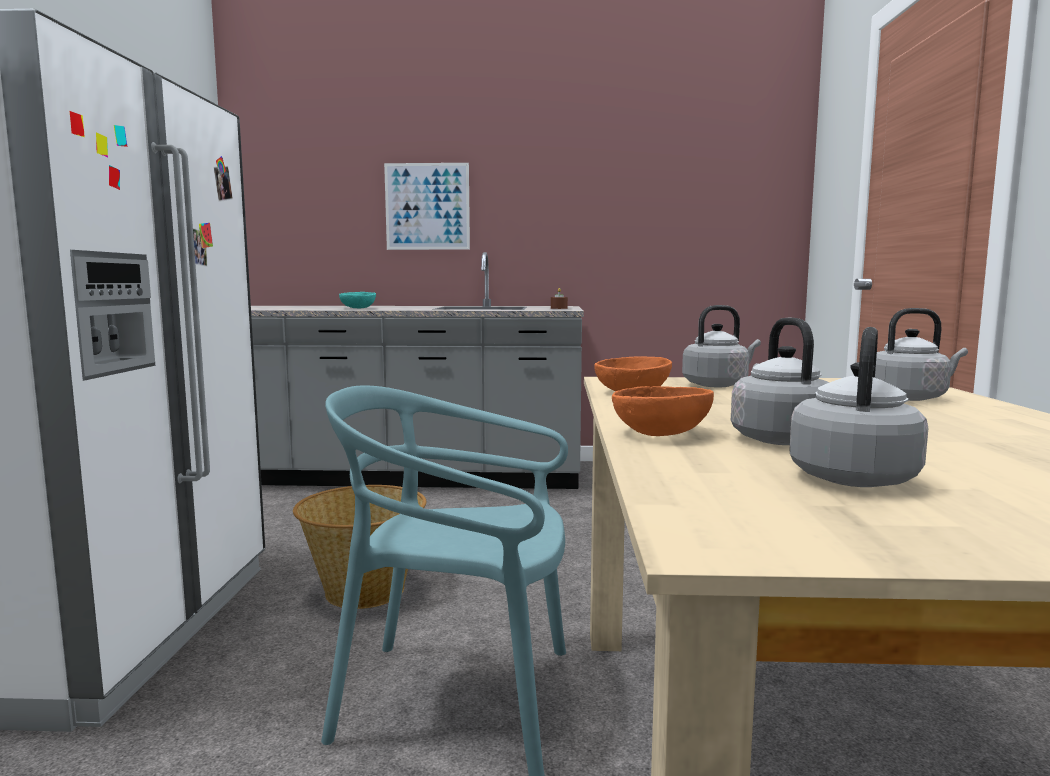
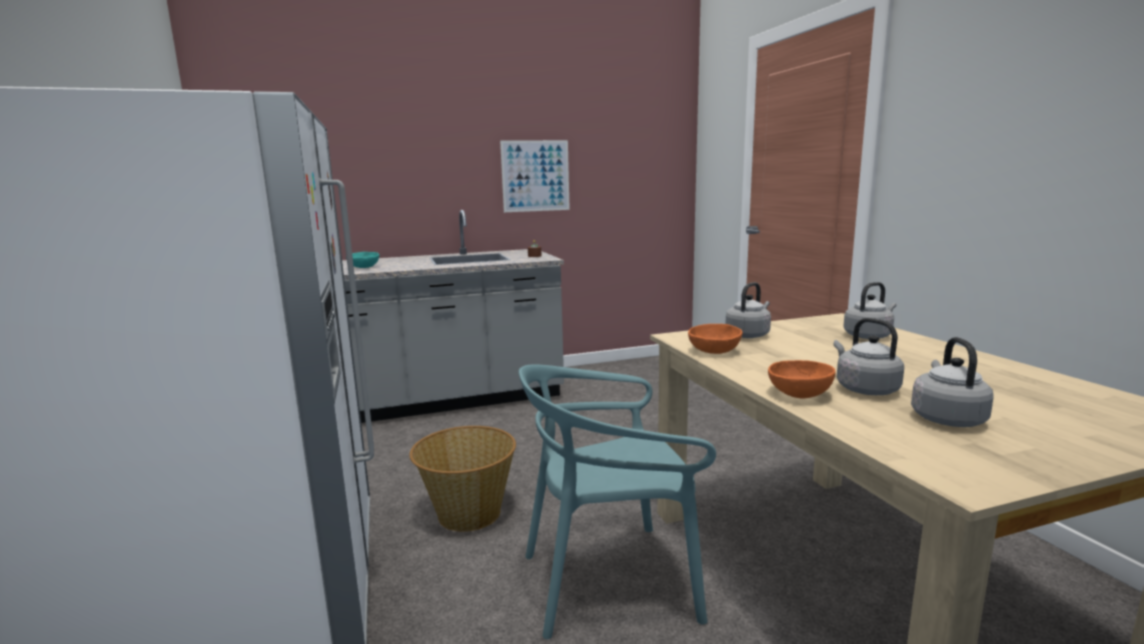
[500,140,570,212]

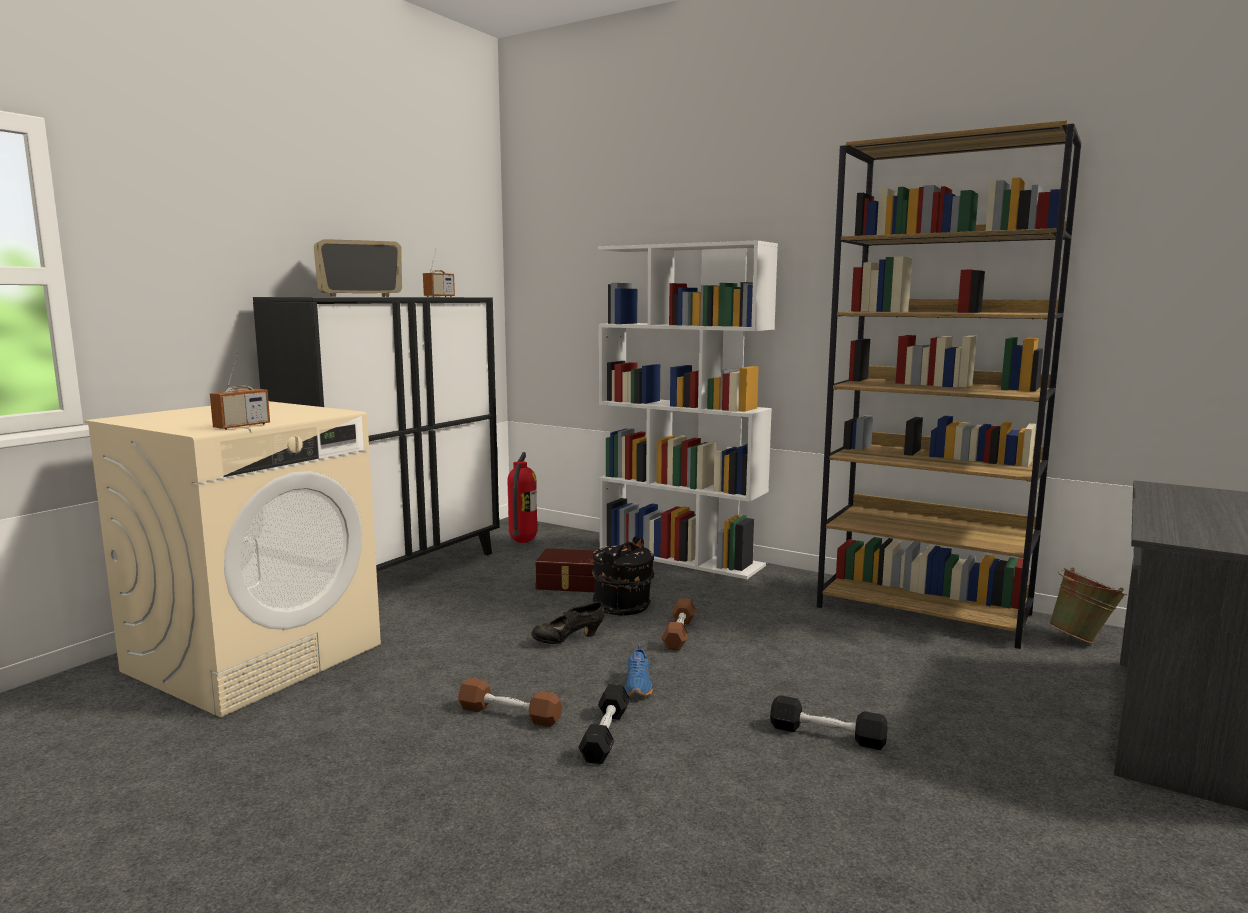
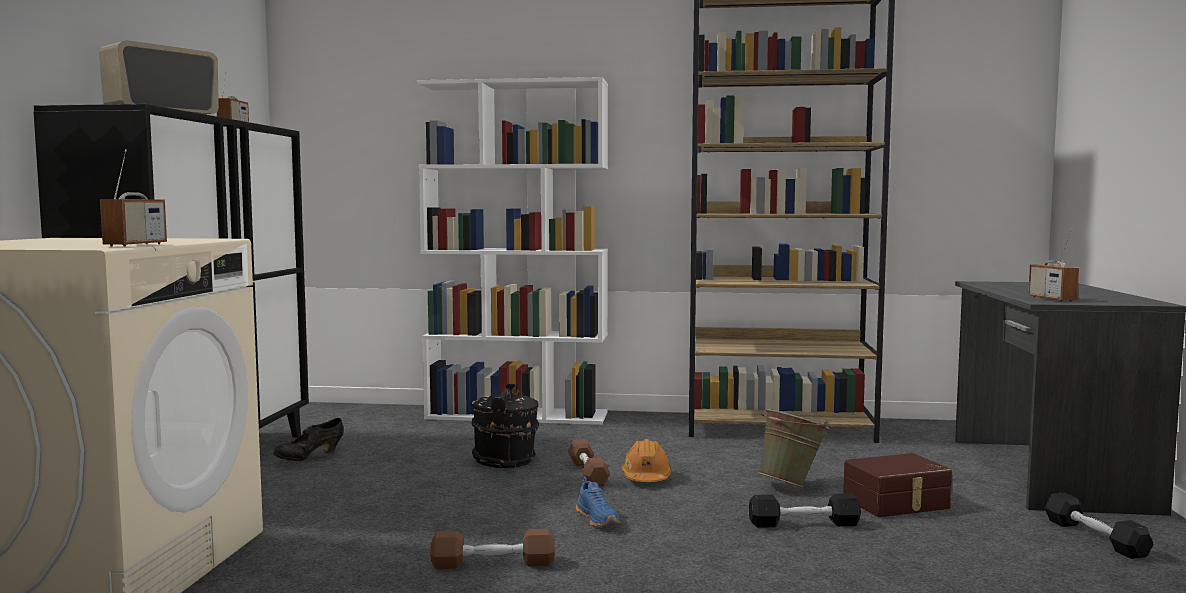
[507,452,537,543] (first image)
[273,418,344,461]
[843,453,952,517]
[1044,493,1153,559]
[758,409,829,487]
[621,439,672,482]
[1028,229,1079,302]

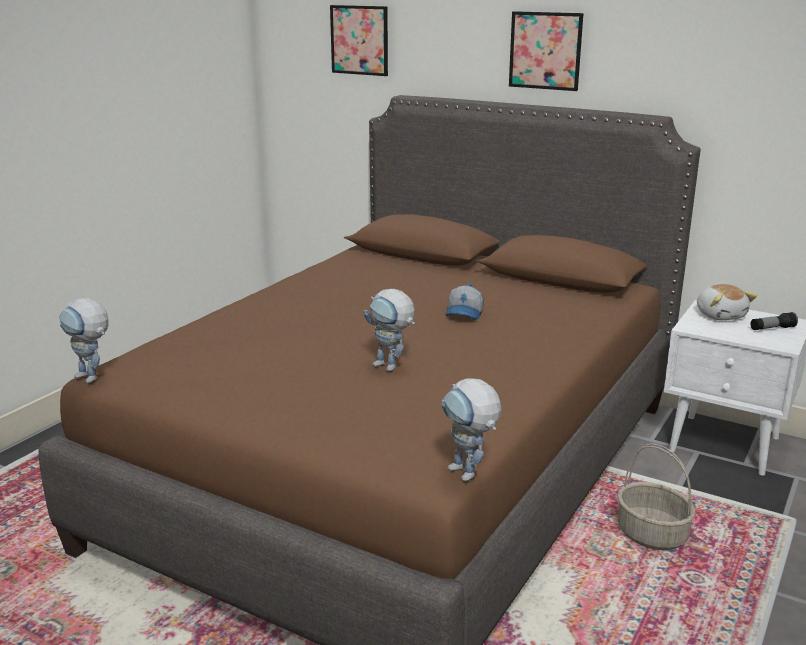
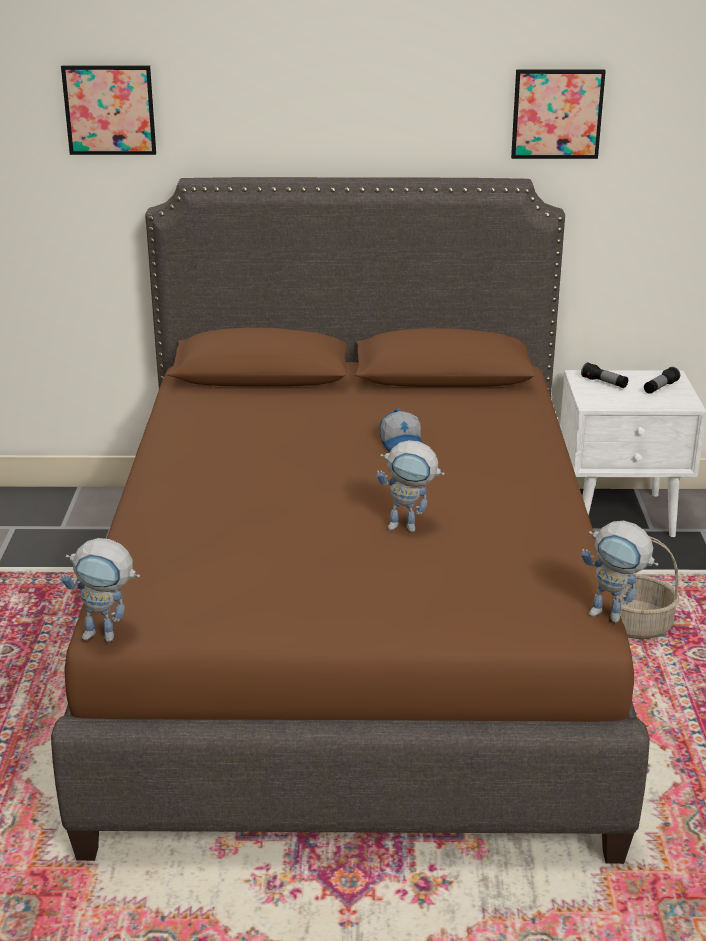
[511,69,606,159]
[581,362,628,388]

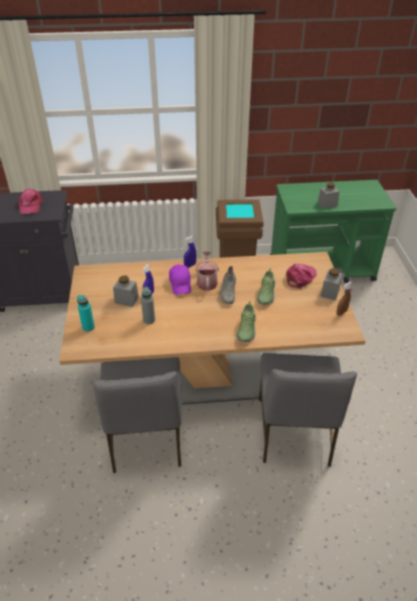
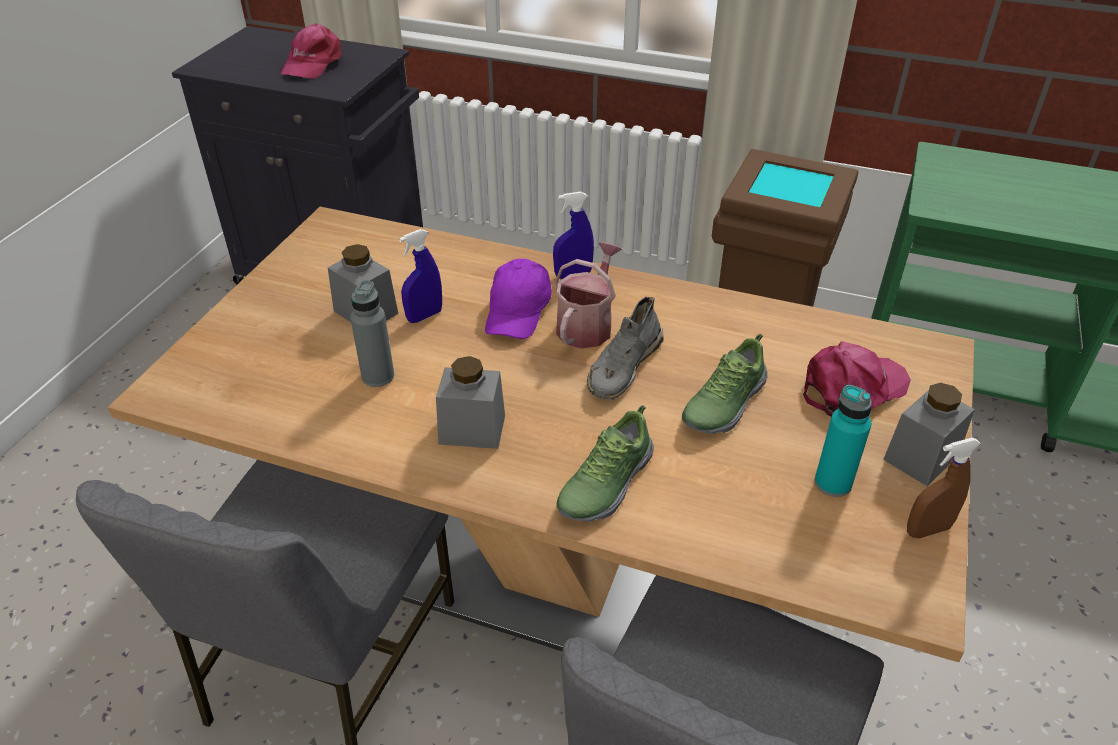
[815,385,872,497]
[436,356,505,449]

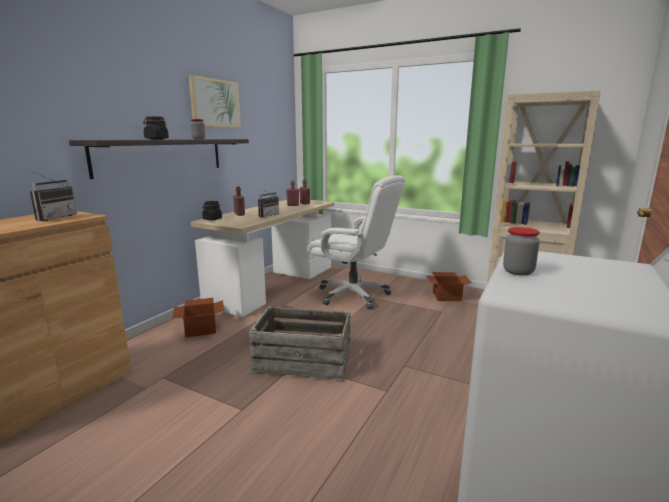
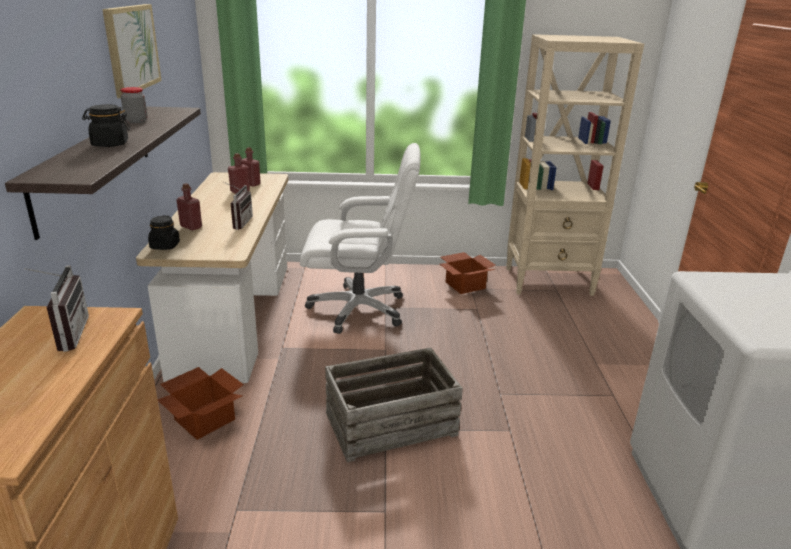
[503,227,540,276] (first image)

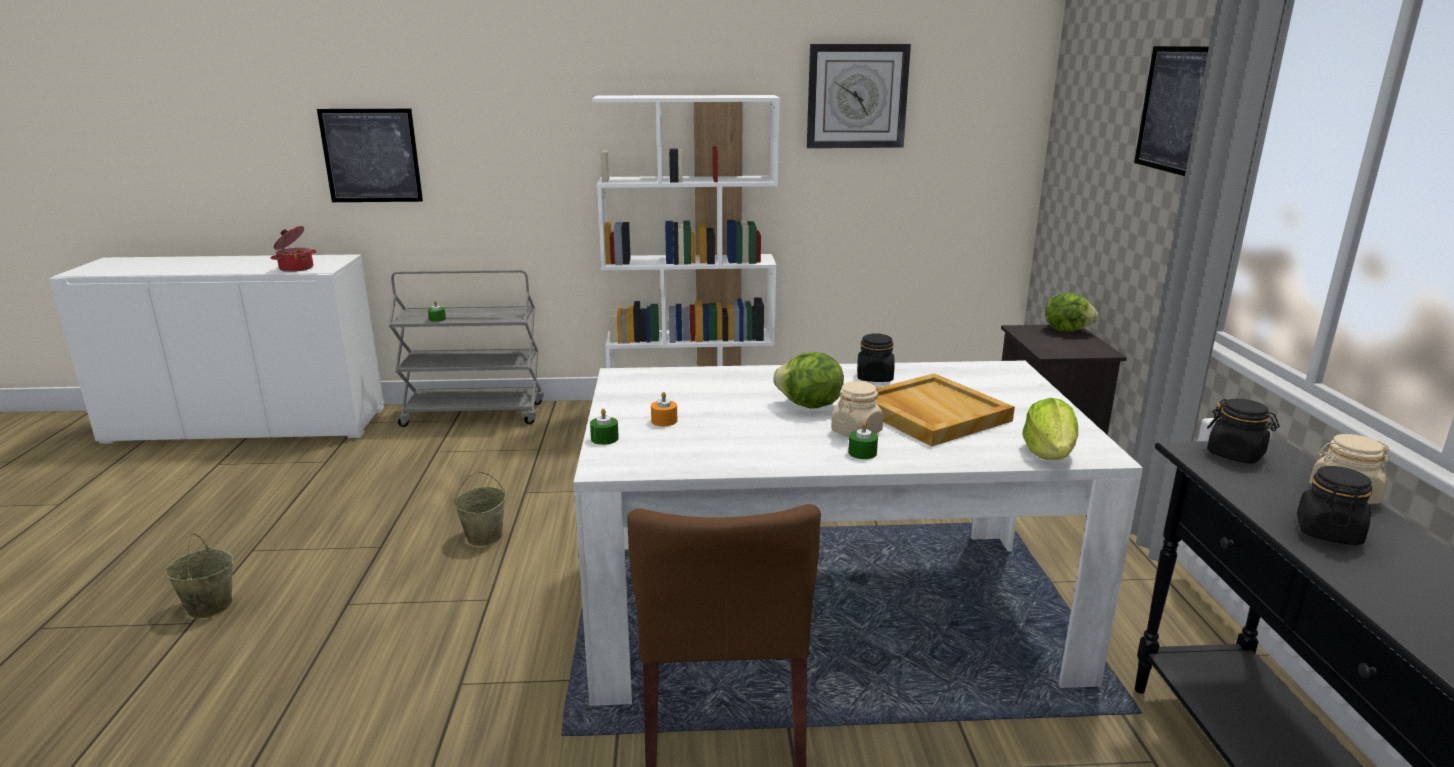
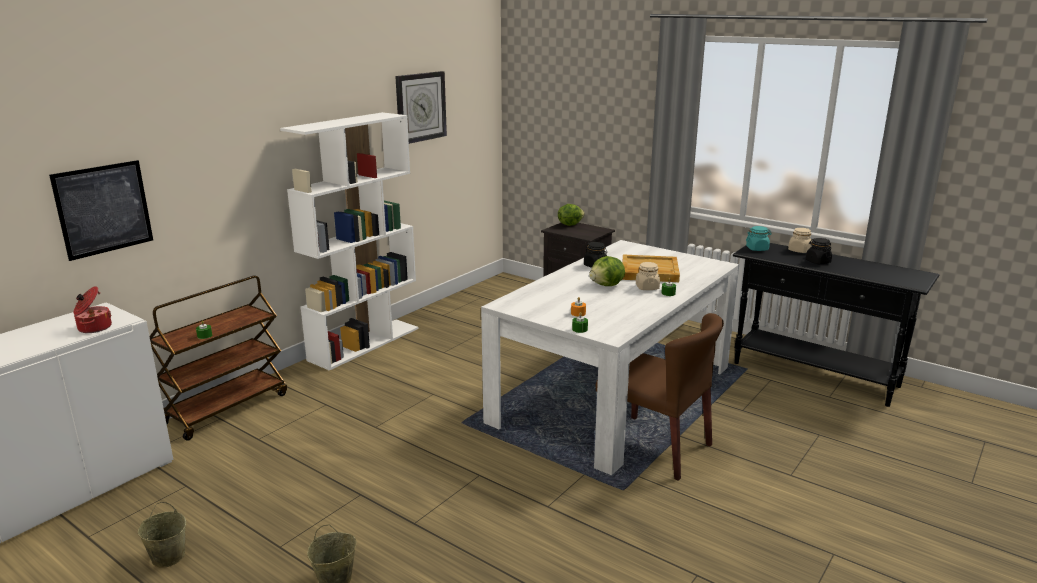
[149,276,287,441]
[138,502,186,568]
[1022,398,1078,460] (first image)
[1134,46,1209,176] (first image)
[746,226,772,251]

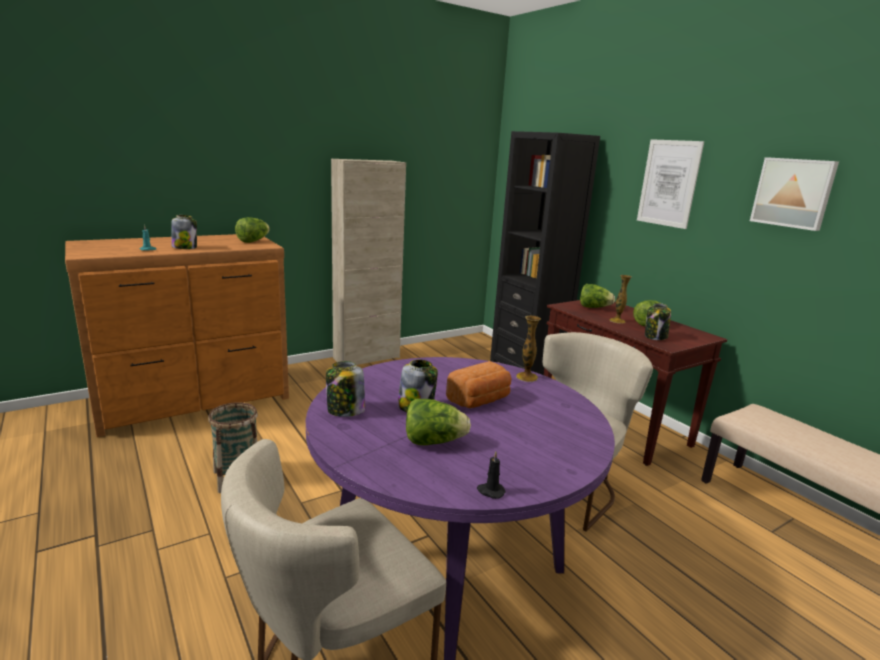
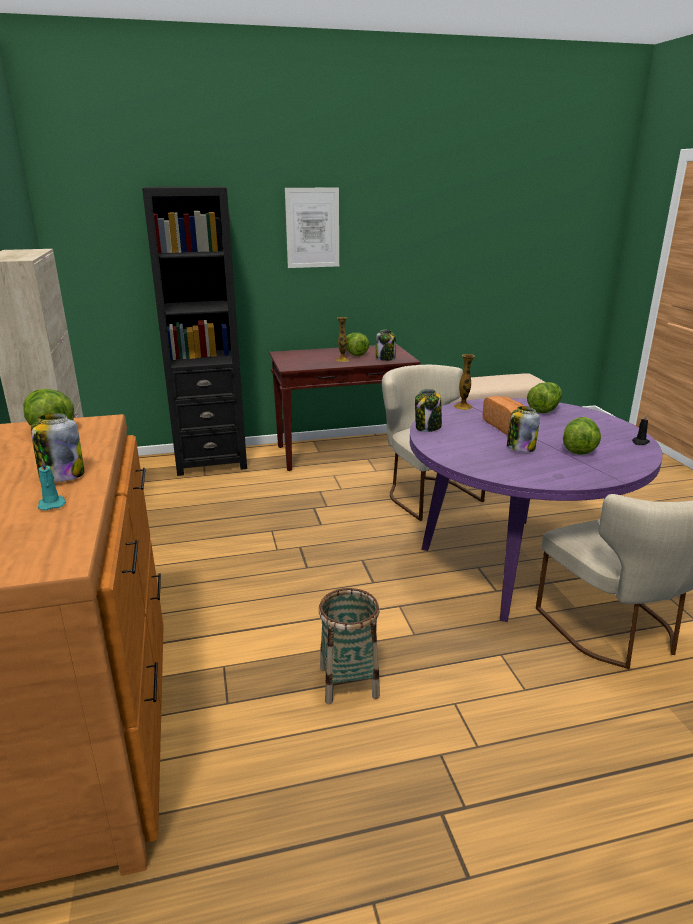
[415,389,442,432]
[527,382,562,413]
[750,157,839,231] (first image)

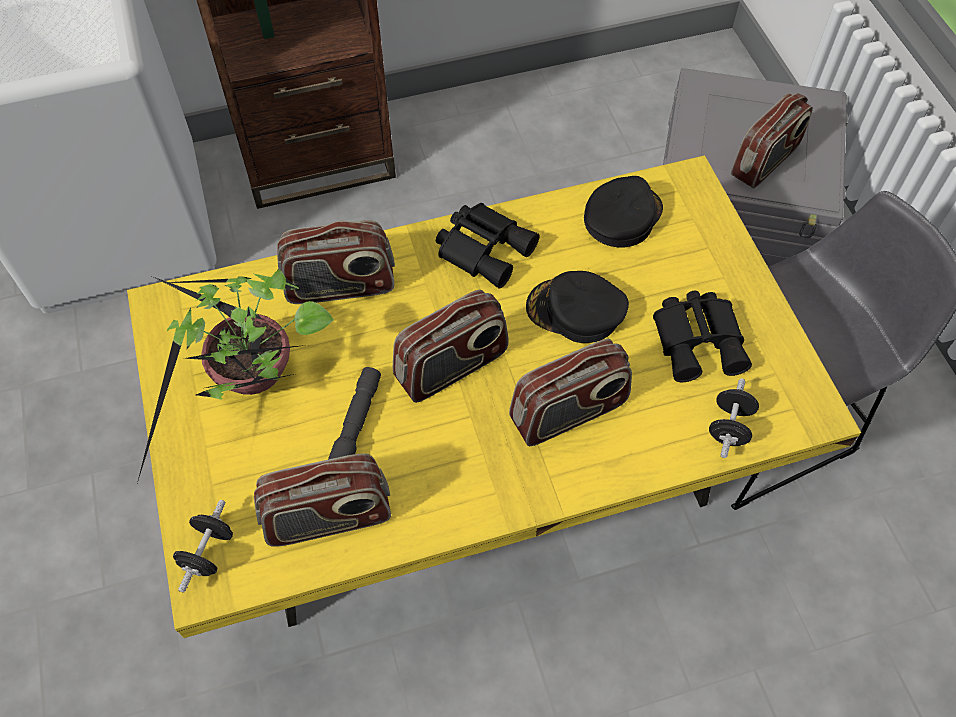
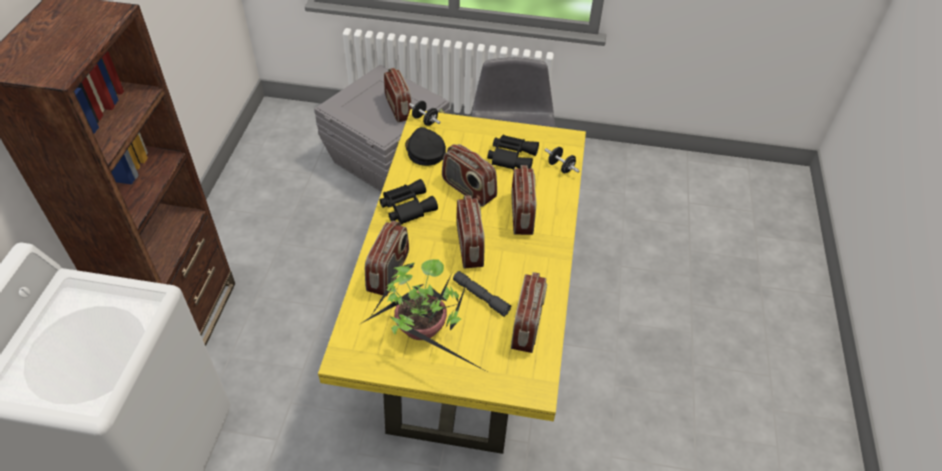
[409,101,441,126]
[442,144,497,207]

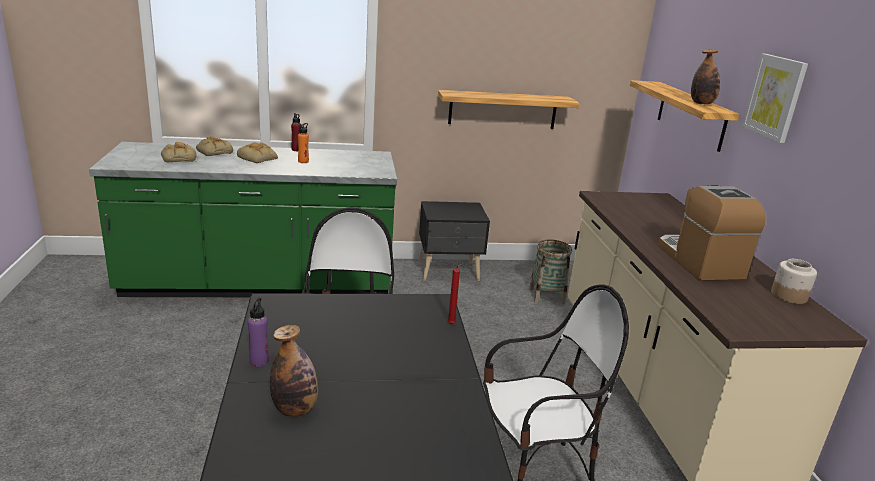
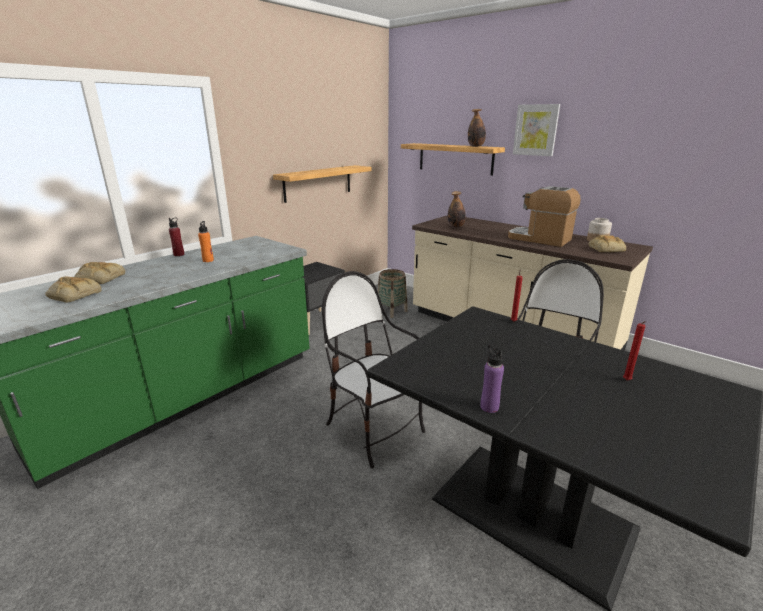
[589,235,626,252]
[448,191,466,228]
[623,321,646,380]

